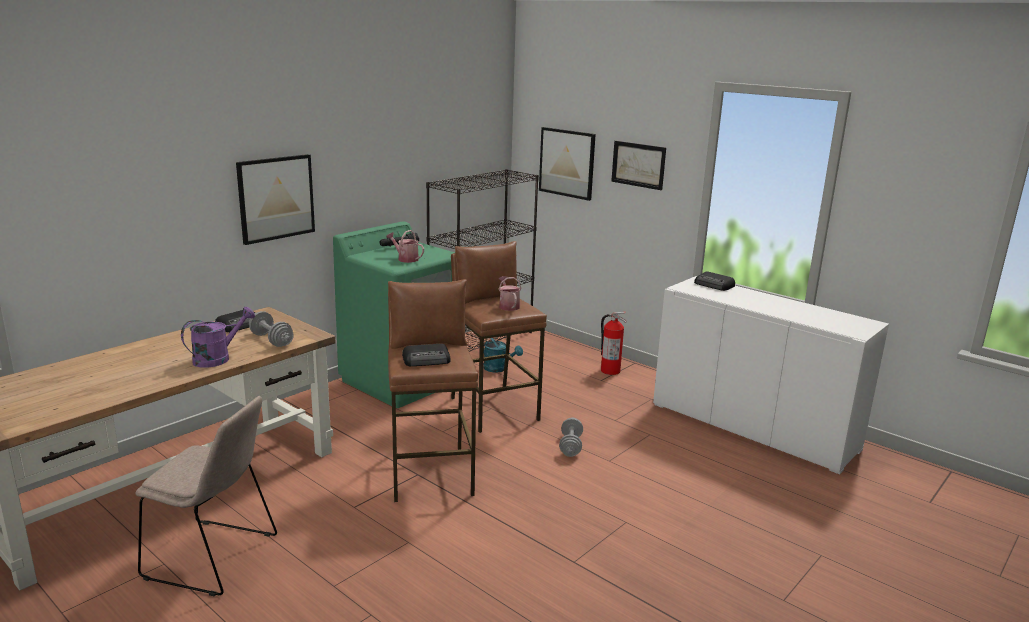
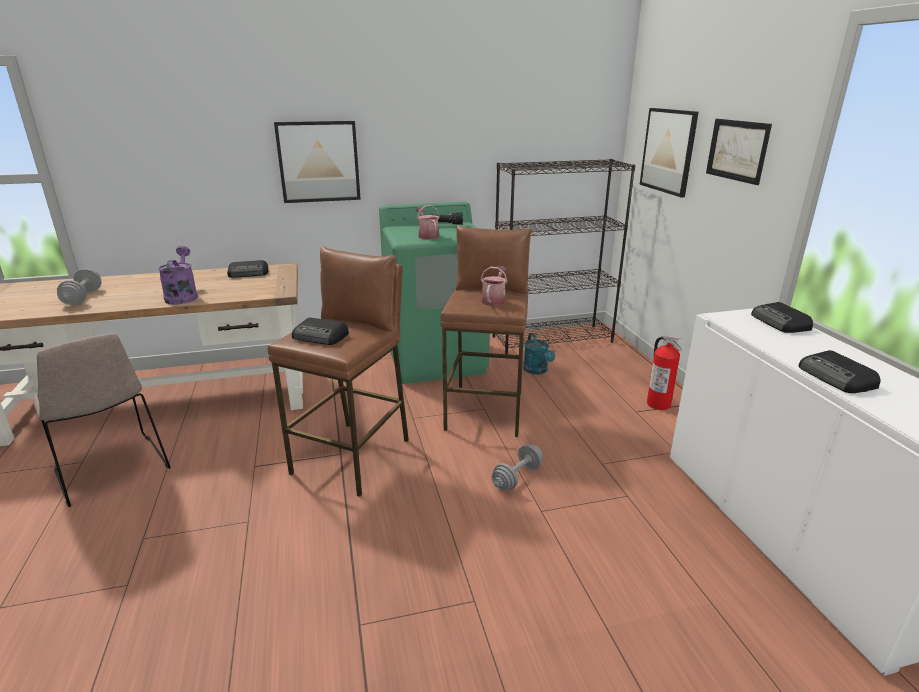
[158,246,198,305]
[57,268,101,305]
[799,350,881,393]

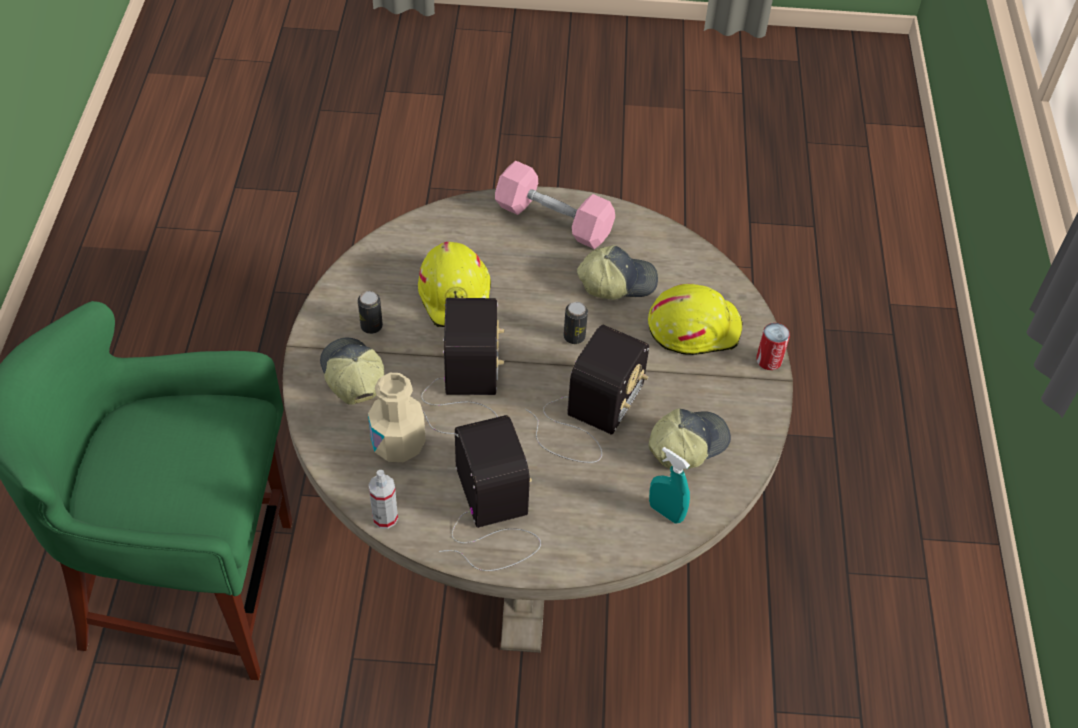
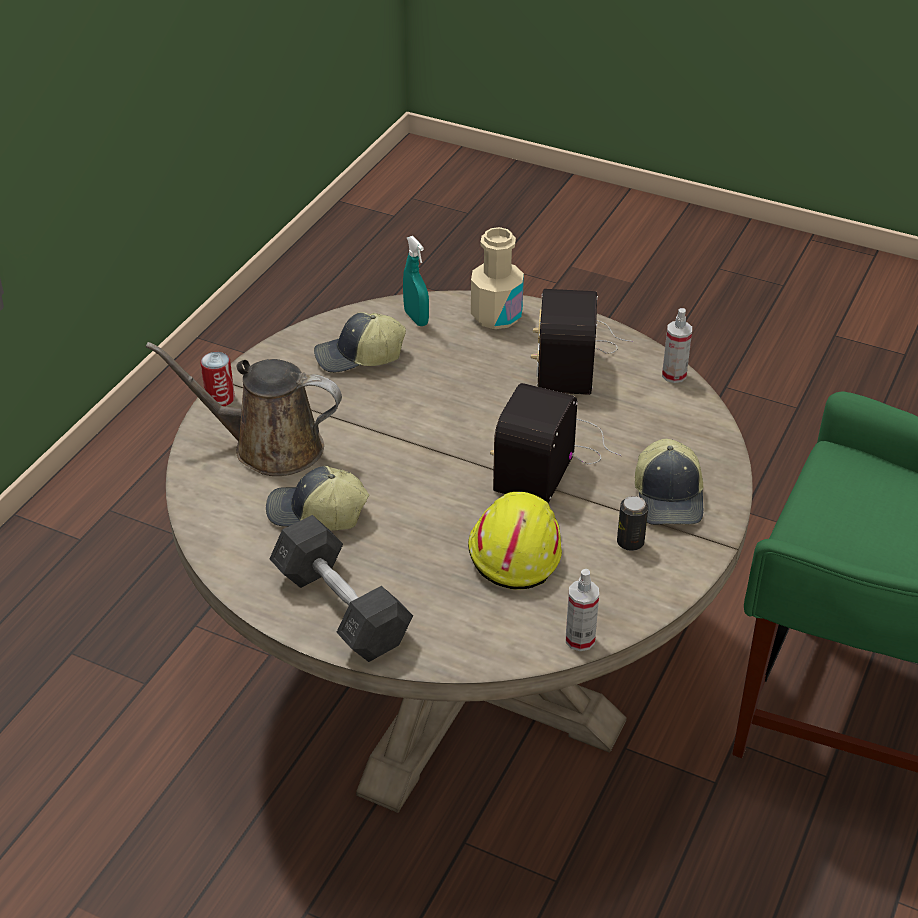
[471,227,524,329]
[270,515,413,662]
[525,325,649,463] (first image)
[564,302,588,344] (first image)
[146,342,342,476]
[566,569,599,651]

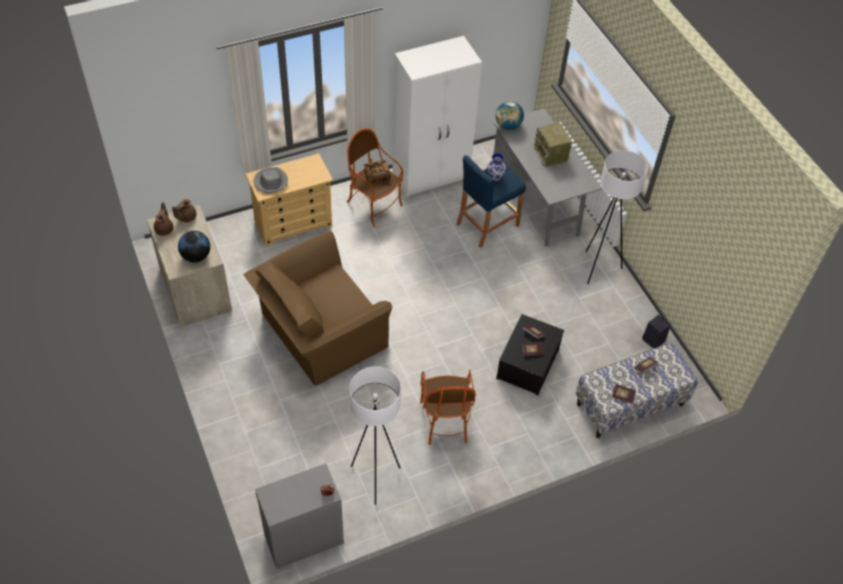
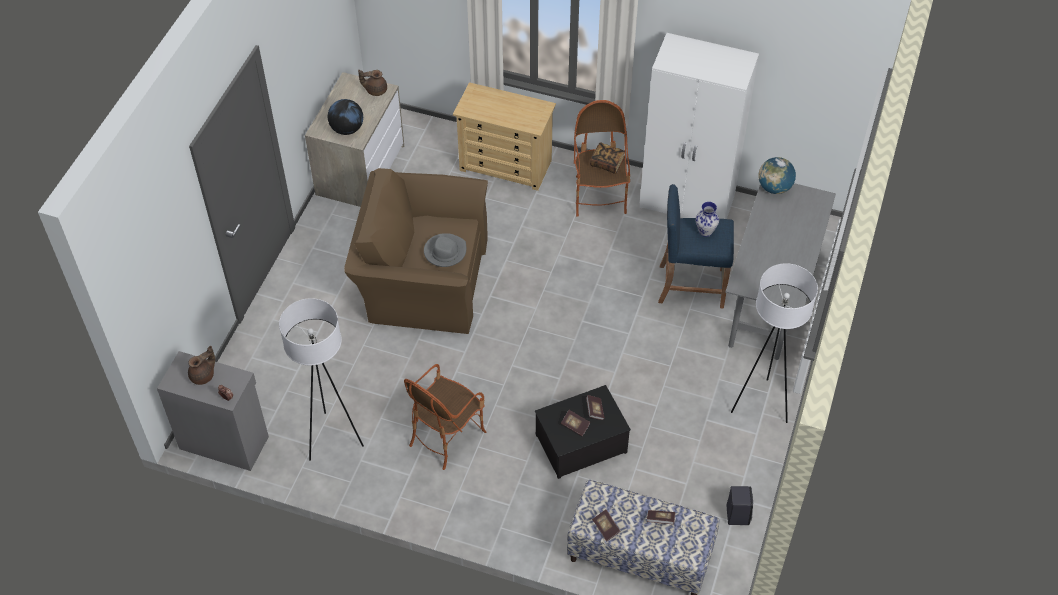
[188,346,215,385]
[424,233,466,267]
[534,122,572,167] (first image)

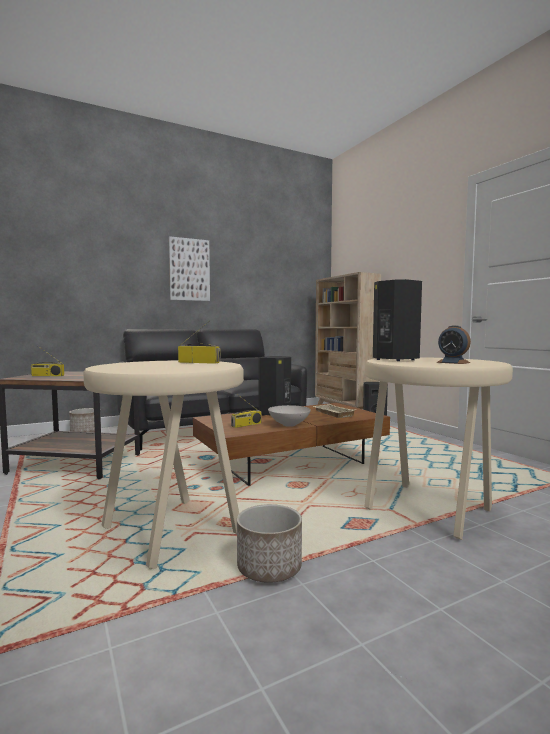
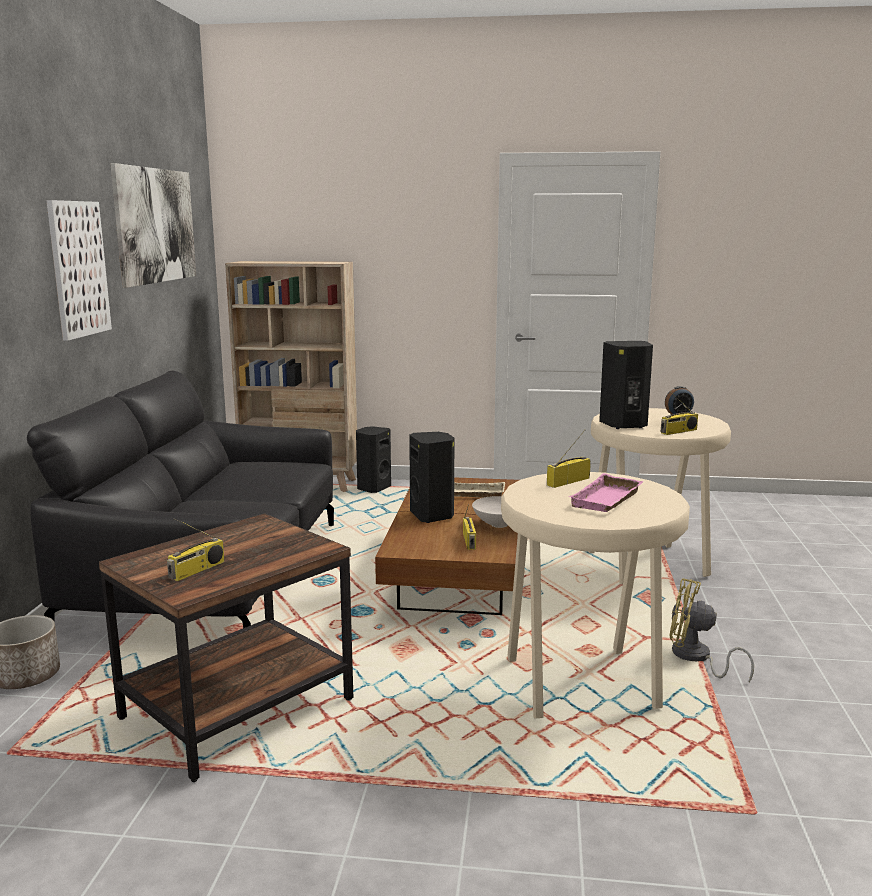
[669,578,754,682]
[110,163,196,288]
[569,473,644,512]
[661,391,698,435]

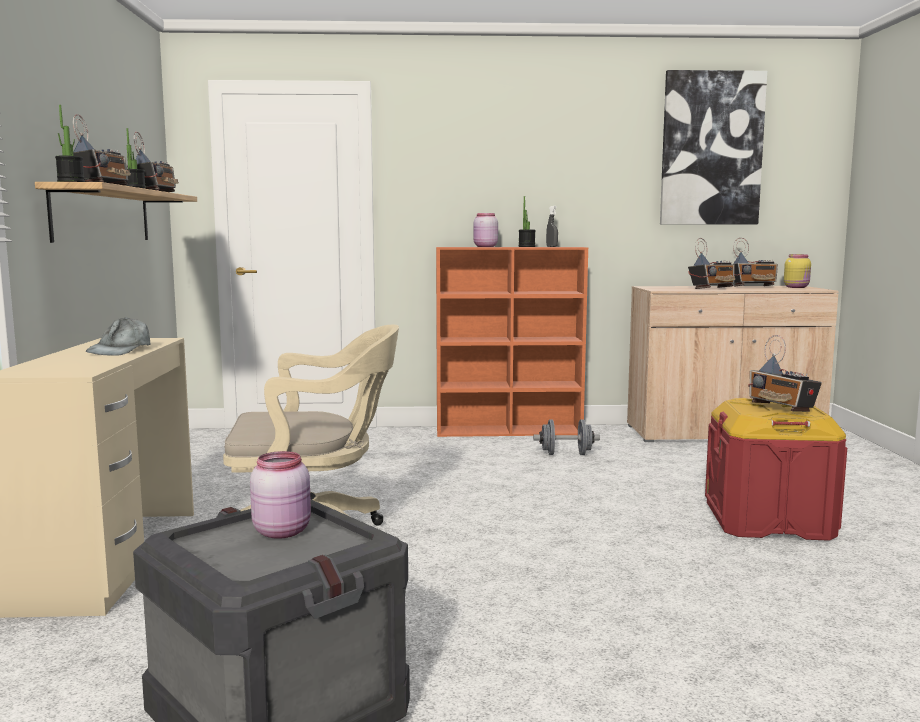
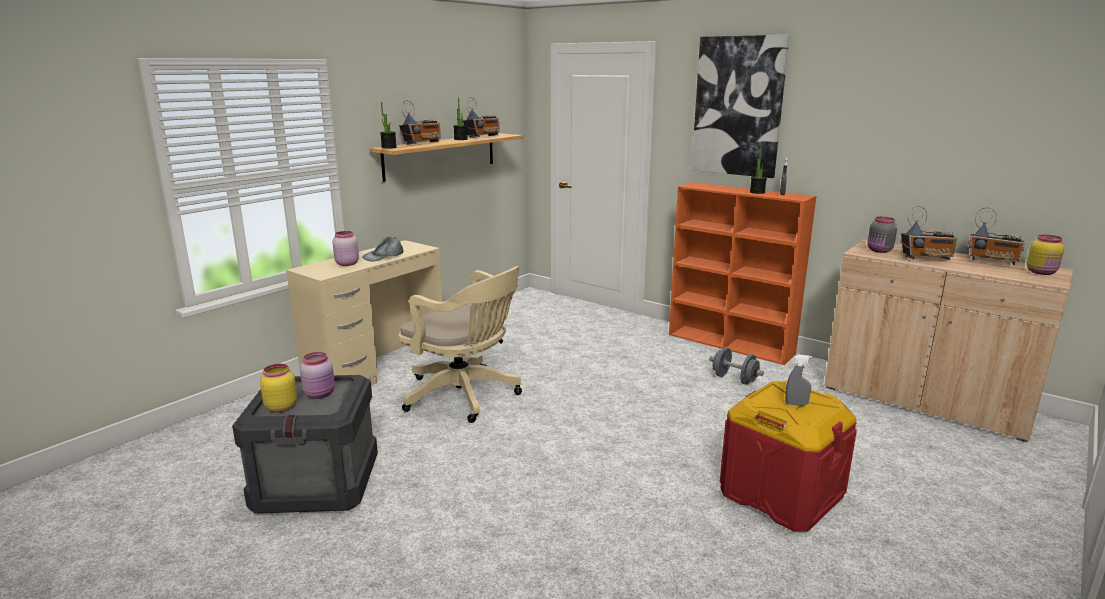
[333,231,359,266]
[691,35,790,178]
[785,355,812,406]
[260,364,297,412]
[867,217,897,253]

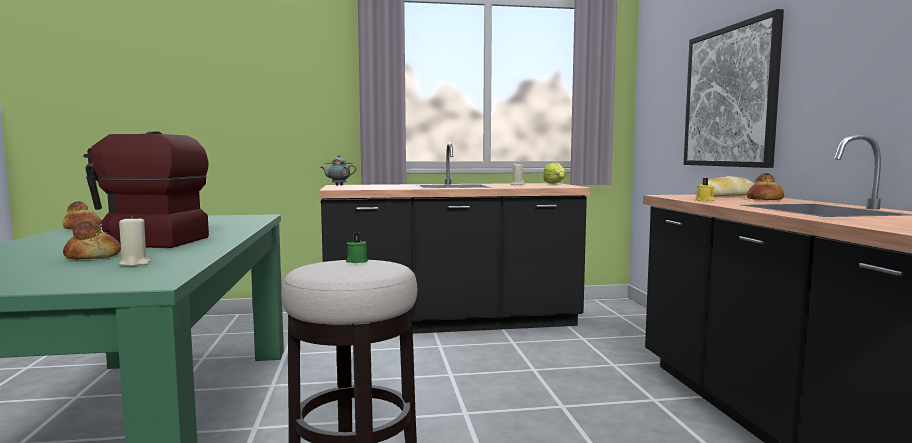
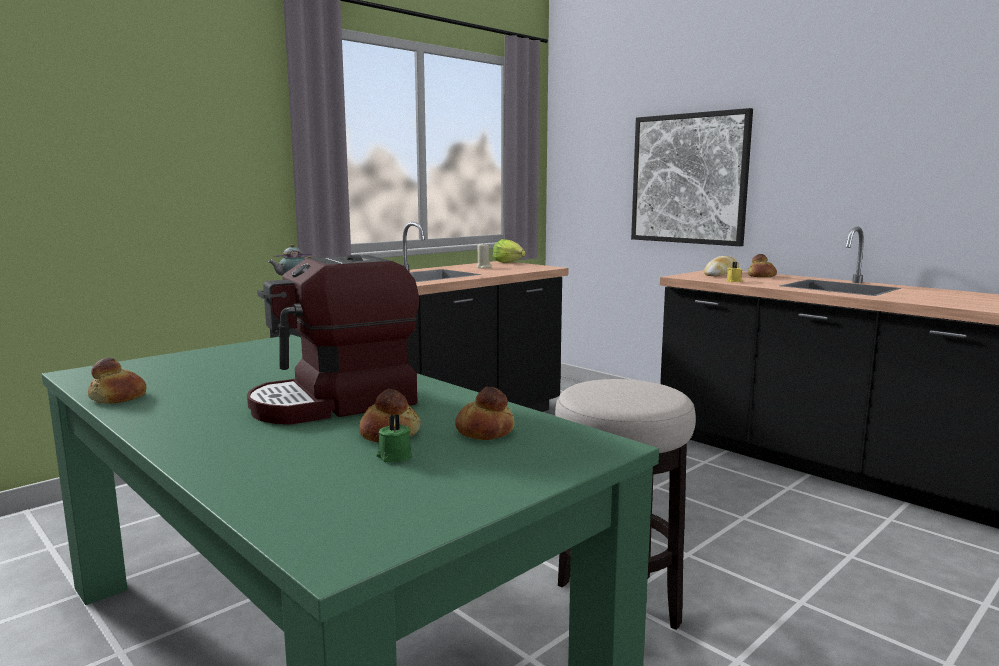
[455,387,515,440]
[376,414,412,462]

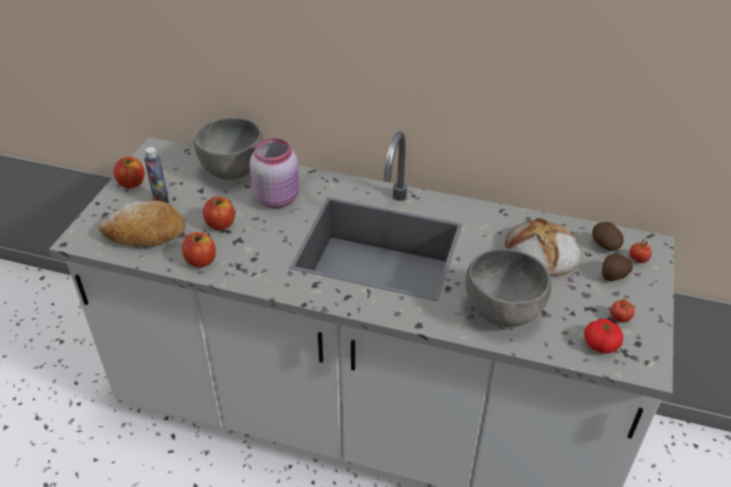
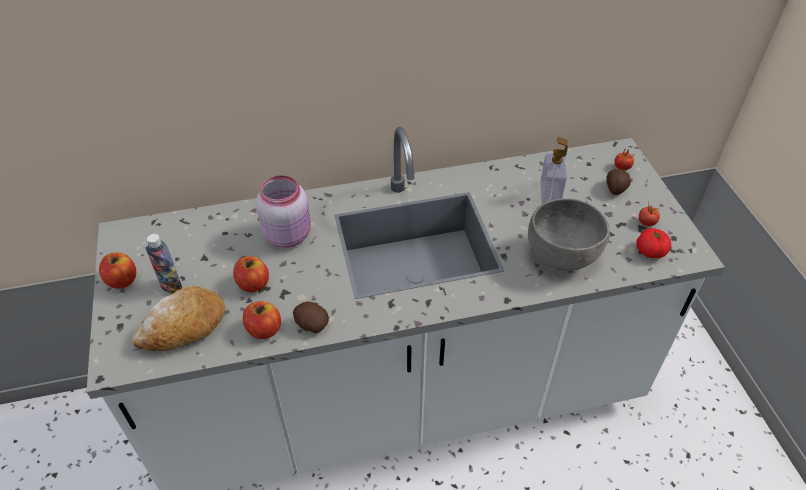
[194,118,263,180] (first image)
[540,137,568,204]
[293,301,329,333]

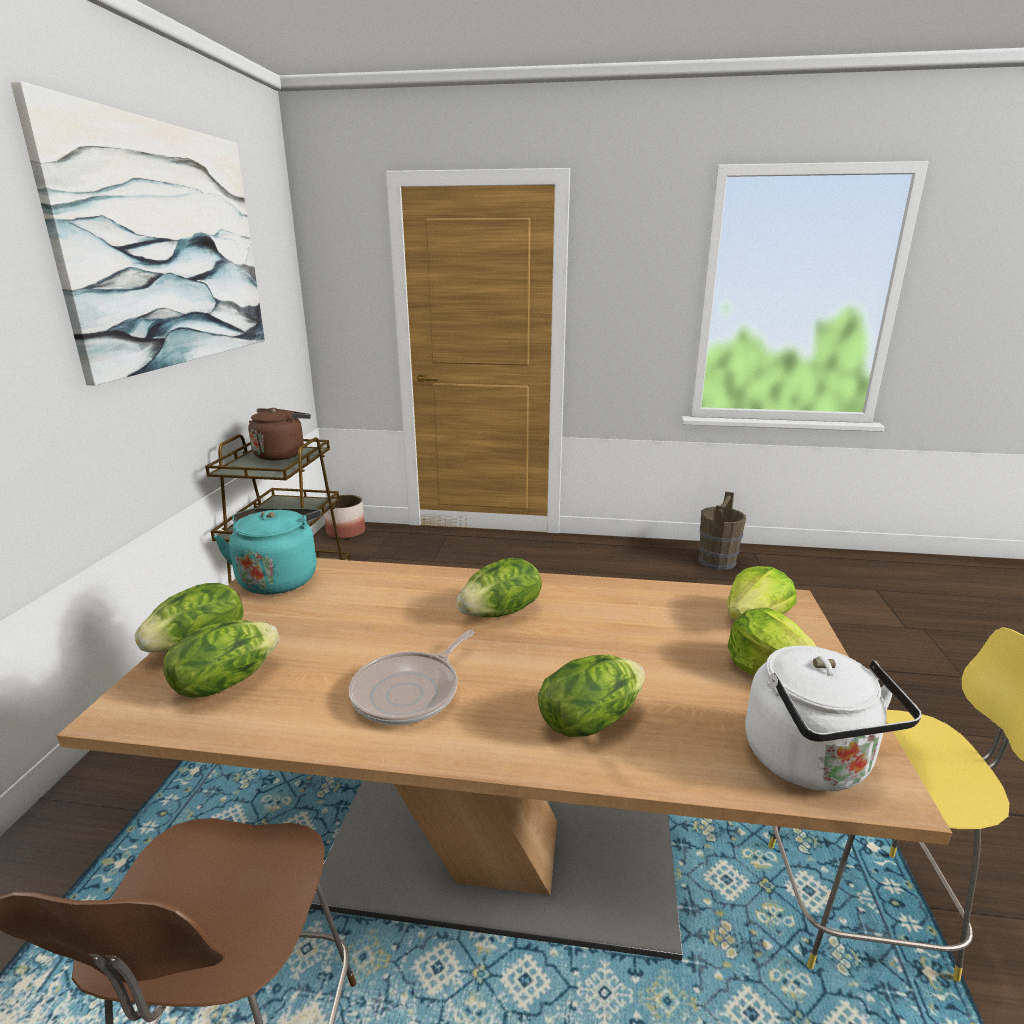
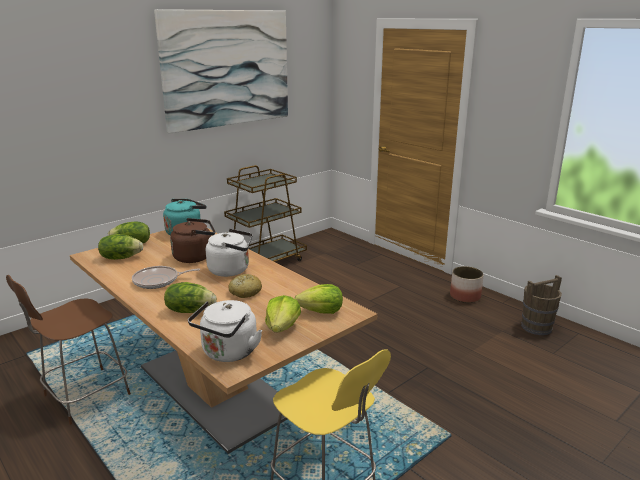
[170,218,215,263]
[450,266,484,303]
[206,229,253,277]
[228,274,262,298]

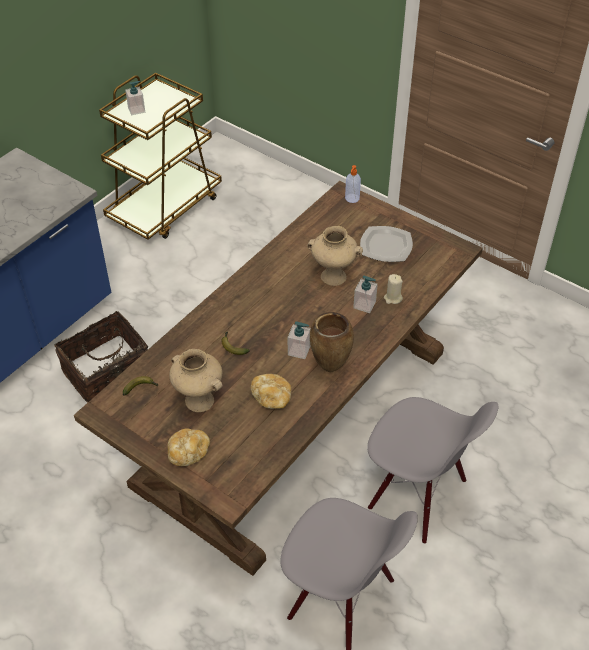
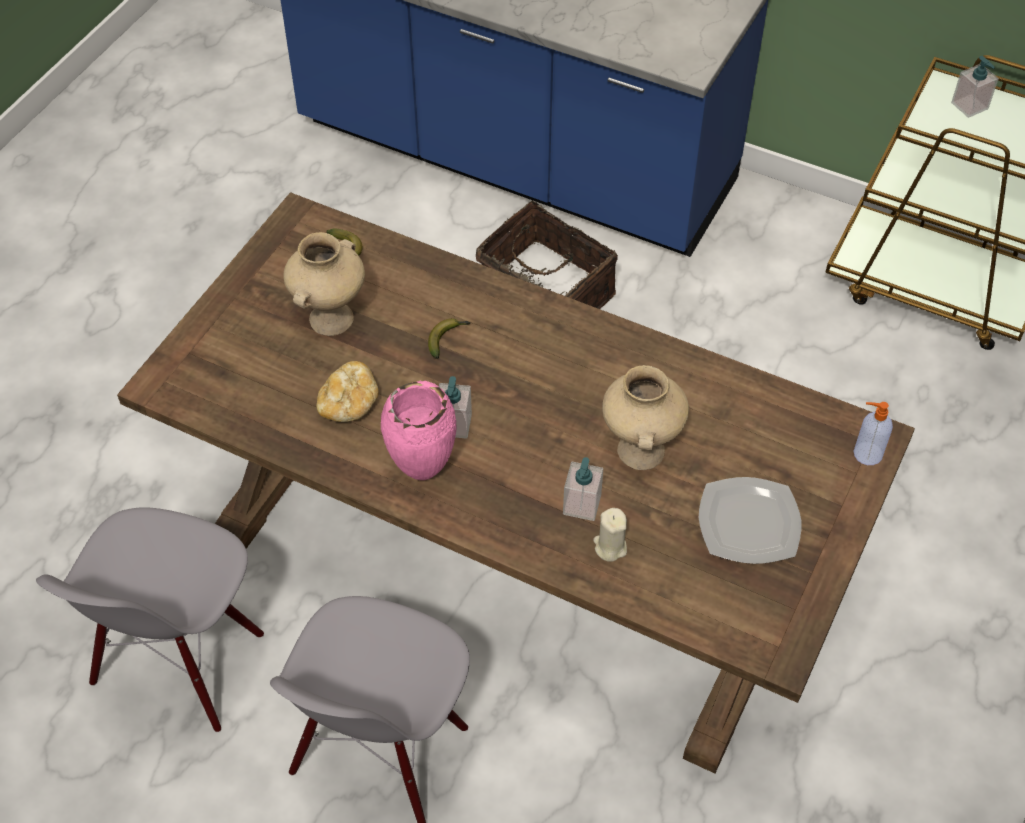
[167,428,210,466] (first image)
[381,381,456,480]

